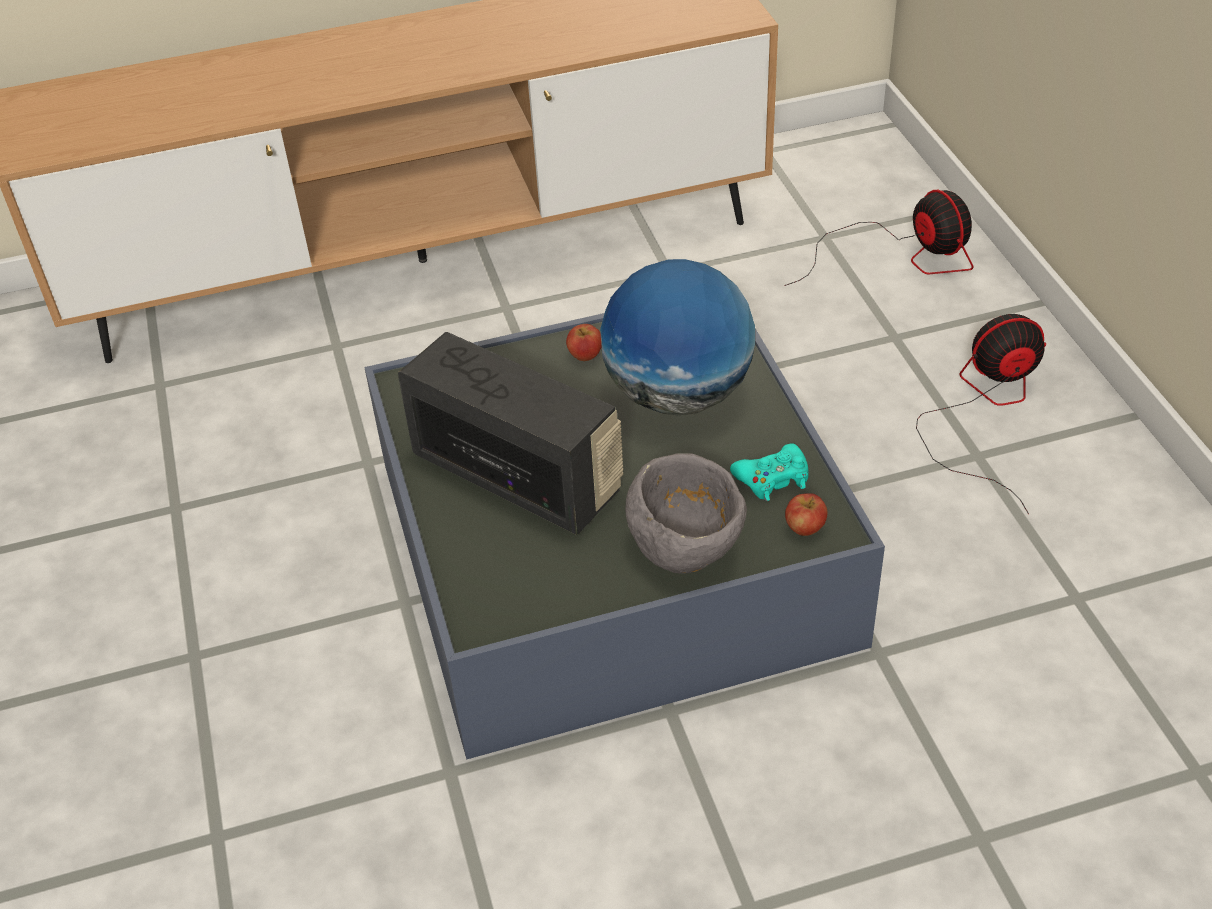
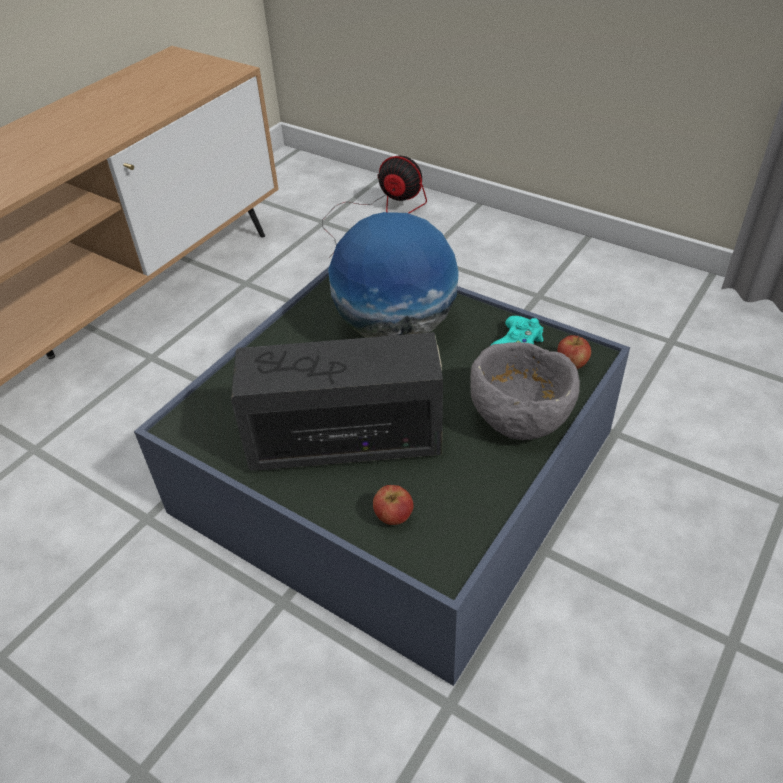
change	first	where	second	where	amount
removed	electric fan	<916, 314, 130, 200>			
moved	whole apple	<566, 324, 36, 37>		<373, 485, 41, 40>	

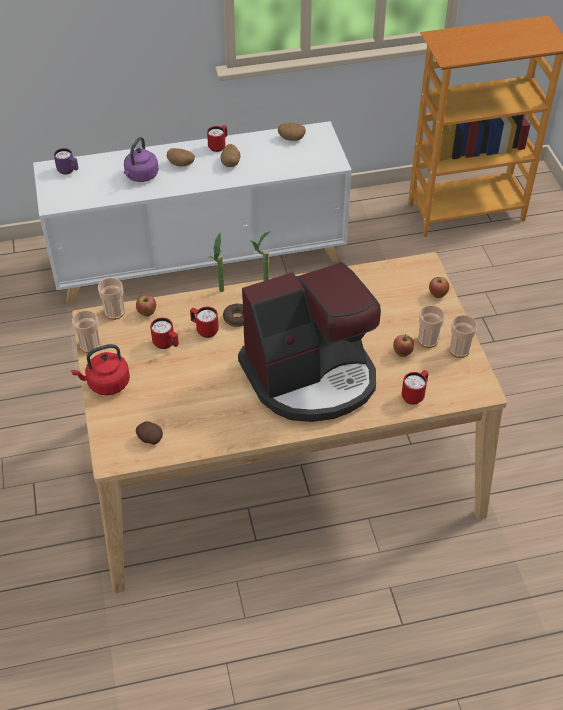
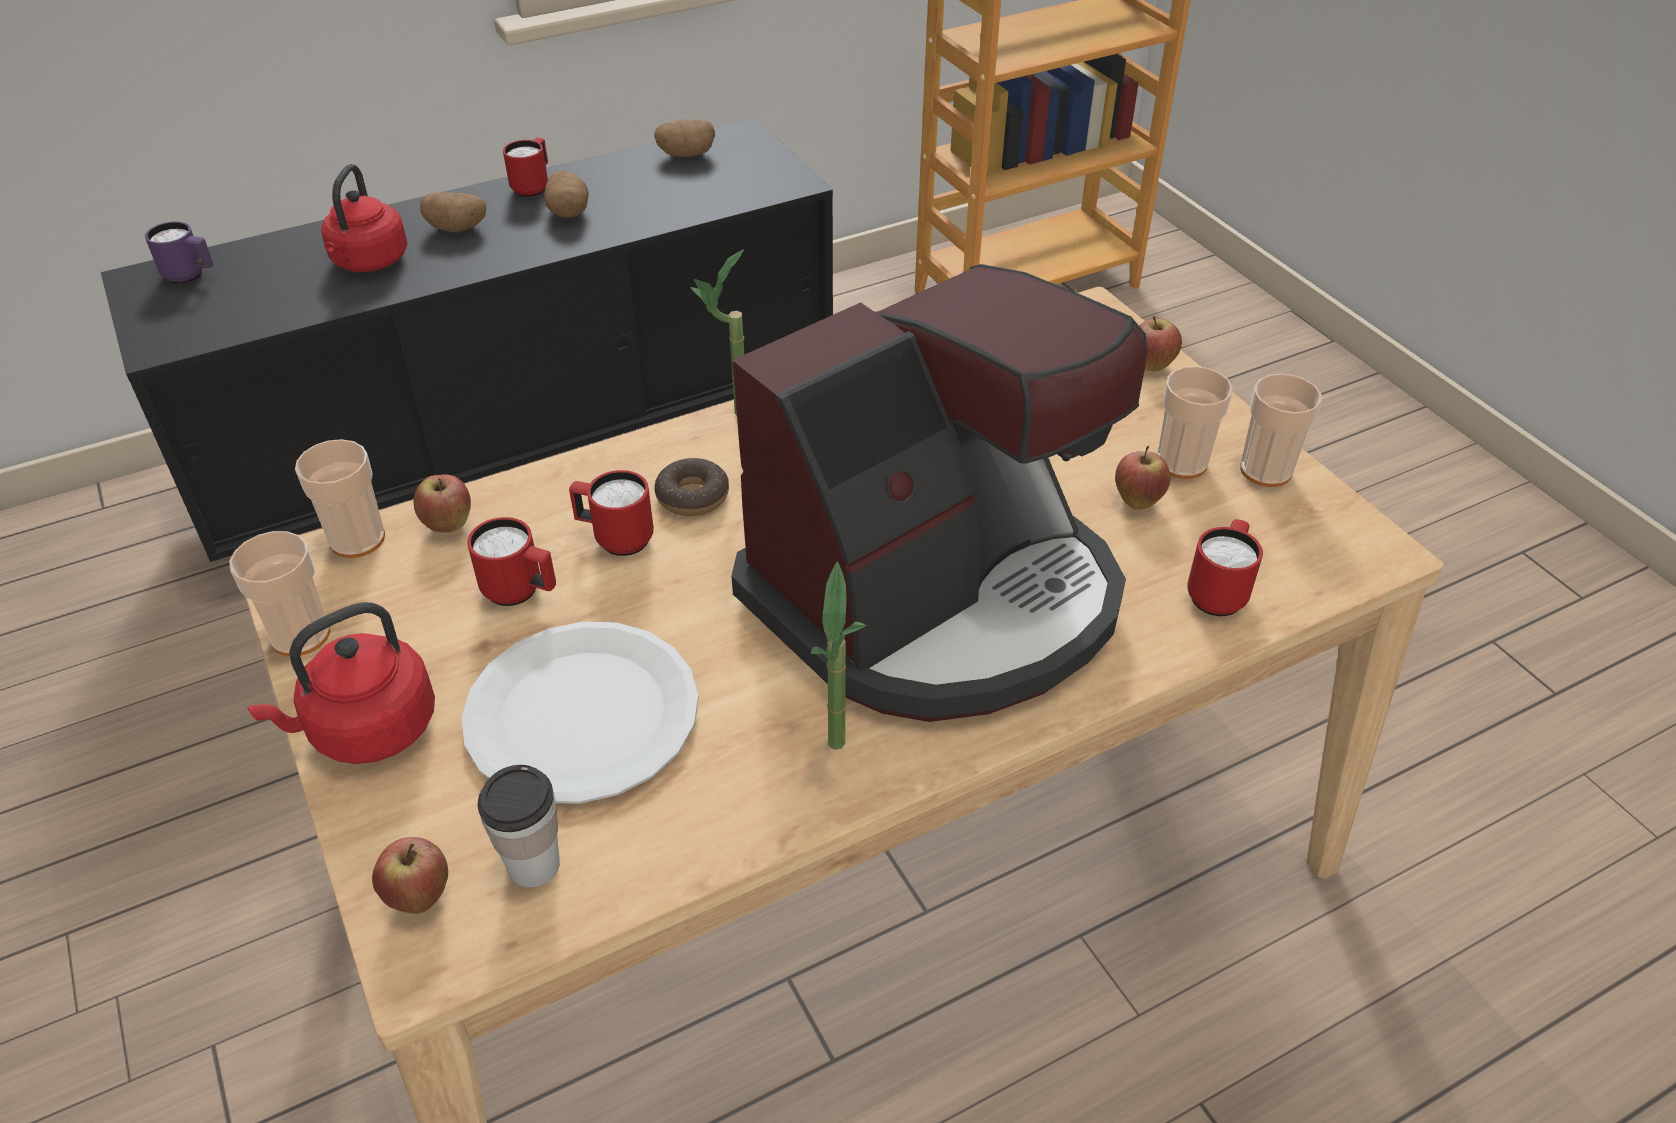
change	first	where	second	where	amount
added			whole apple	<372, 837, 76, 77>	
added			flat dish (white)	<461, 622, 238, 182>	
moved	houseplant	<208, 233, 16, 59>		<811, 561, 55, 189>	
replaced	potato	<136, 421, 27, 24>	small cup	<478, 765, 82, 122>	
recoloured	cabinet (white)	<33, 121, 319, 184>	cabinet (black)	<101, 118, 732, 444>	
recoloured	kettle (purplish)	<124, 137, 34, 45>	kettle (red-coloured)	<321, 164, 87, 108>	

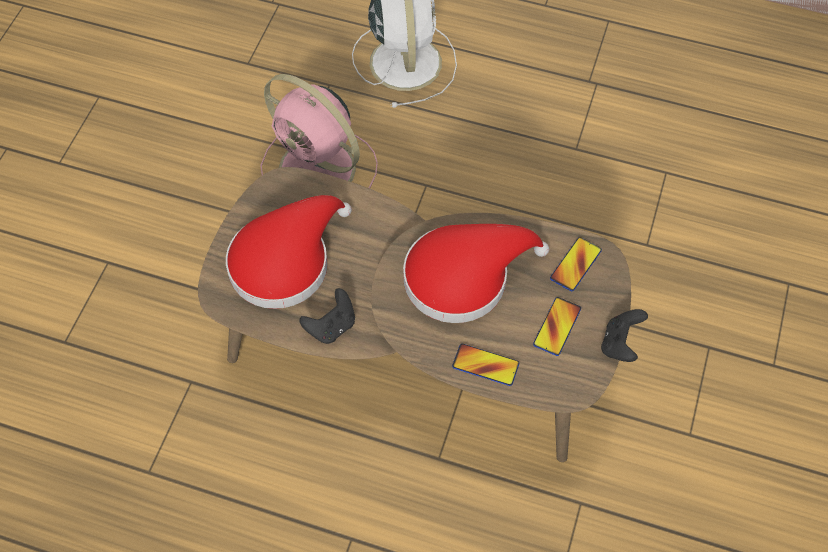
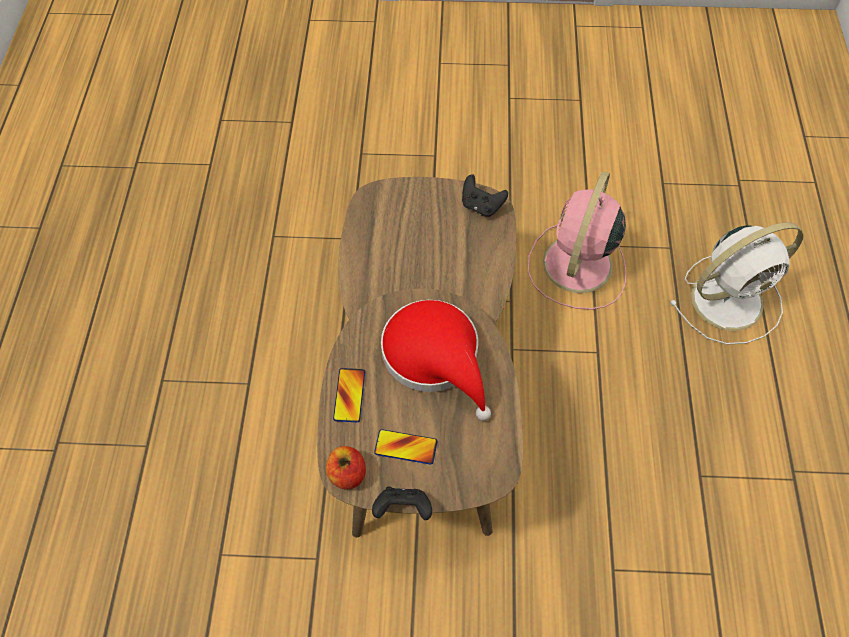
change	first	where	second	where	amount
removed	hat (red-coloured)	<226, 195, 126, 114>			
removed	handset	<550, 237, 52, 54>			
added			whole apple	<326, 446, 40, 44>	
moved	gamepad (black)	<299, 288, 56, 56>		<462, 174, 46, 43>	

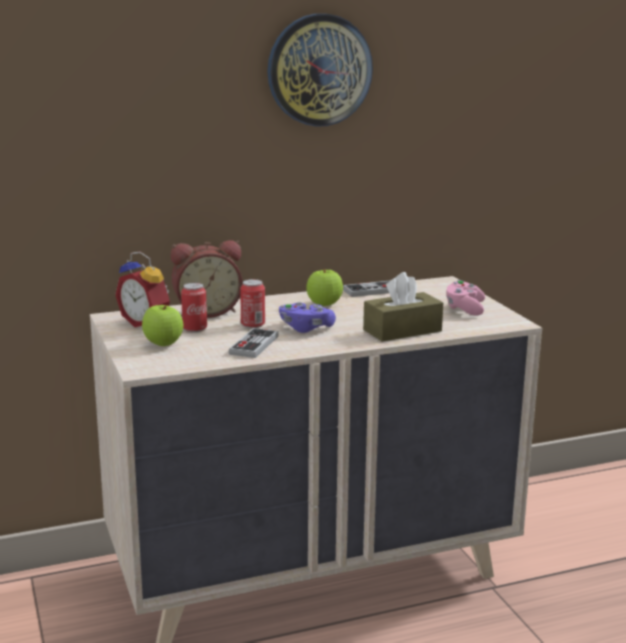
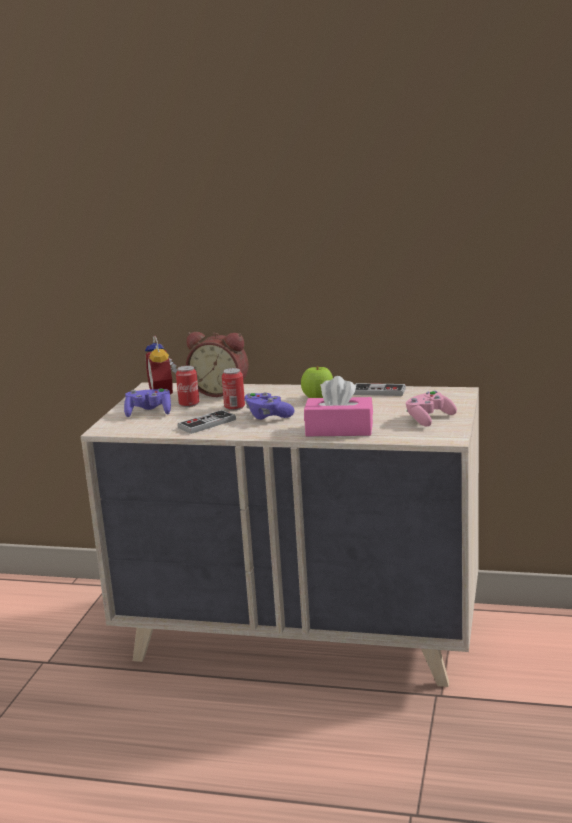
change	first	where	second	where	amount
removed	wall clock	<267, 14, 106, 113>			
replaced	whole apple	<142, 305, 41, 41>	gamepad (purplish)	<124, 388, 47, 29>	
recoloured	tissue box (brownish)	<363, 272, 80, 70>	tissue box (pinkish)	<304, 376, 69, 60>	

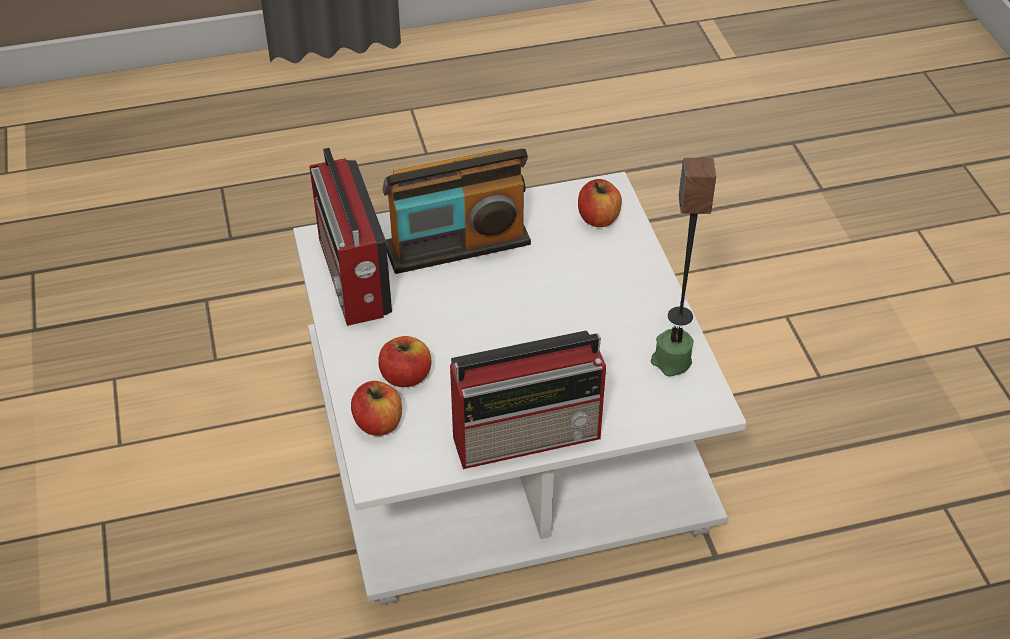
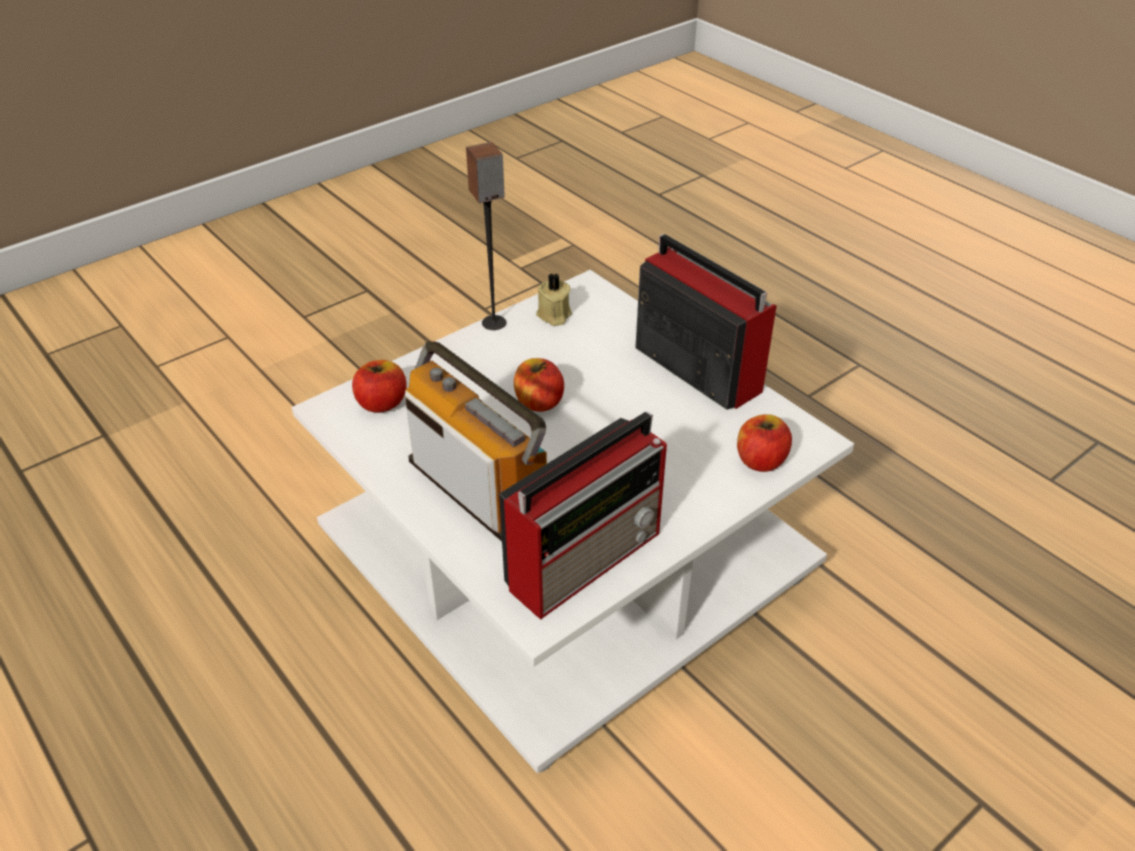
change	first	where	second	where	amount
moved	whole apple	<378, 336, 53, 51>		<514, 358, 50, 54>	
recoloured	wax light (green-coloured)	<651, 325, 43, 51>	wax light (sand-coloured)	<536, 273, 36, 53>	

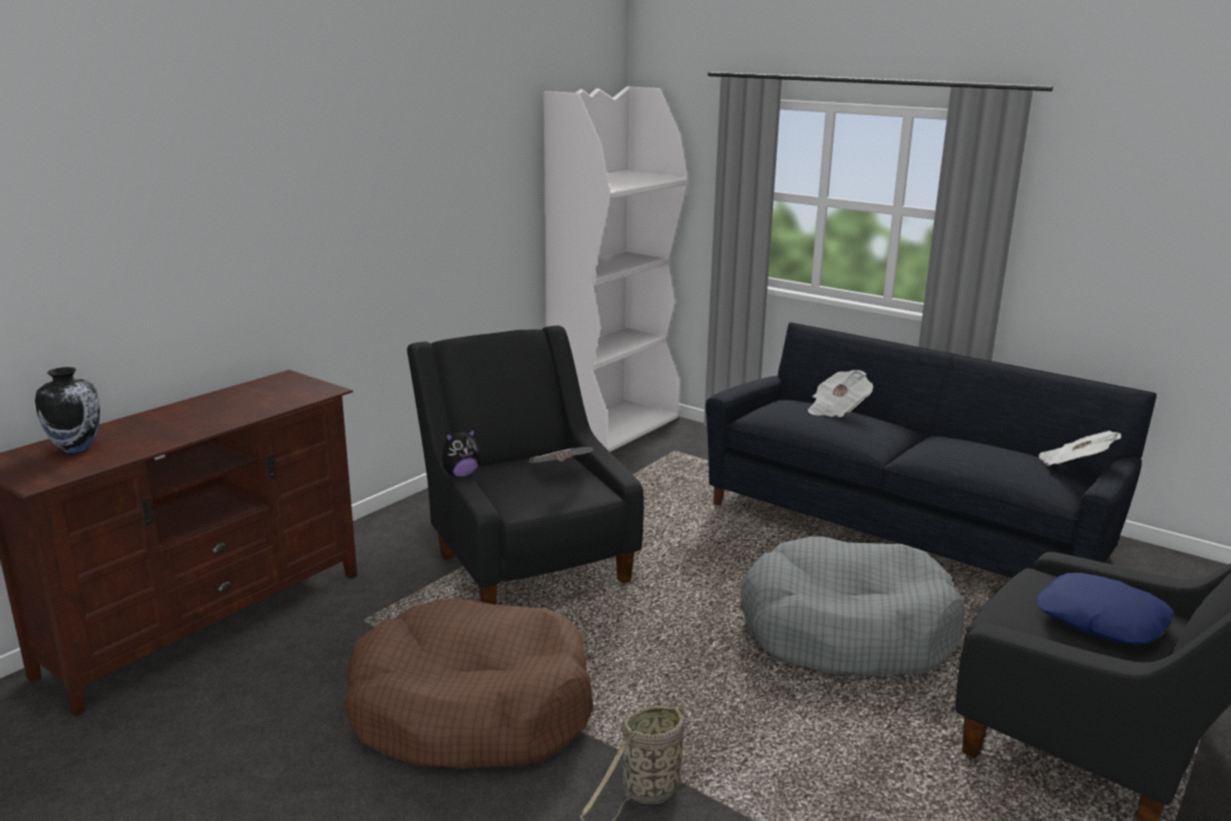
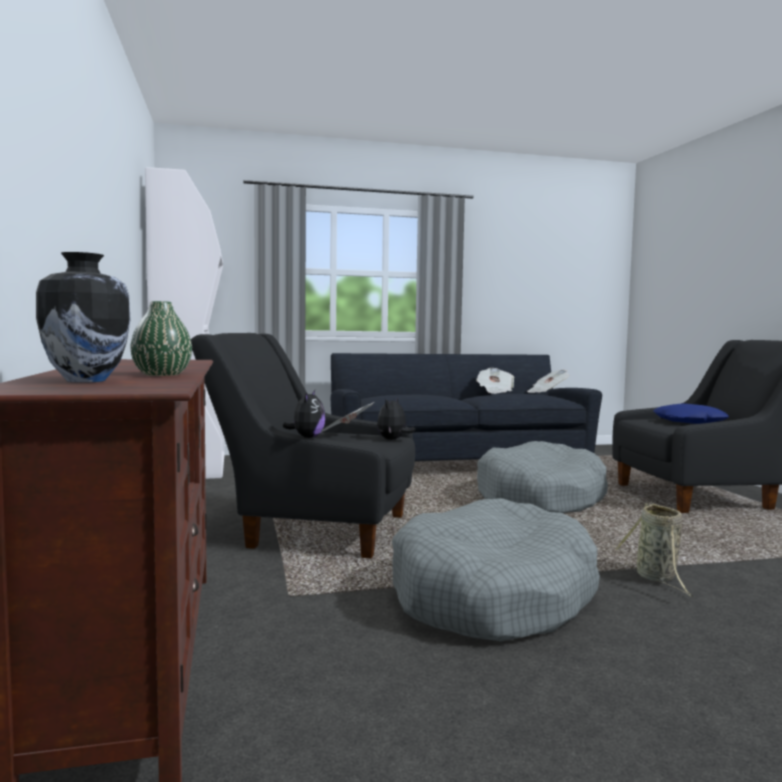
change	first	where	second	where	amount
added			decorative vase (green-coloured)	<130, 301, 62, 75>	
added			cuddly toy	<377, 397, 39, 43>	
moved	newspaper	<808, 370, 65, 47>		<476, 368, 38, 26>	
recoloured	pet bed (brownish)	<344, 599, 249, 170>	pet bed (gray)	<392, 498, 208, 143>	

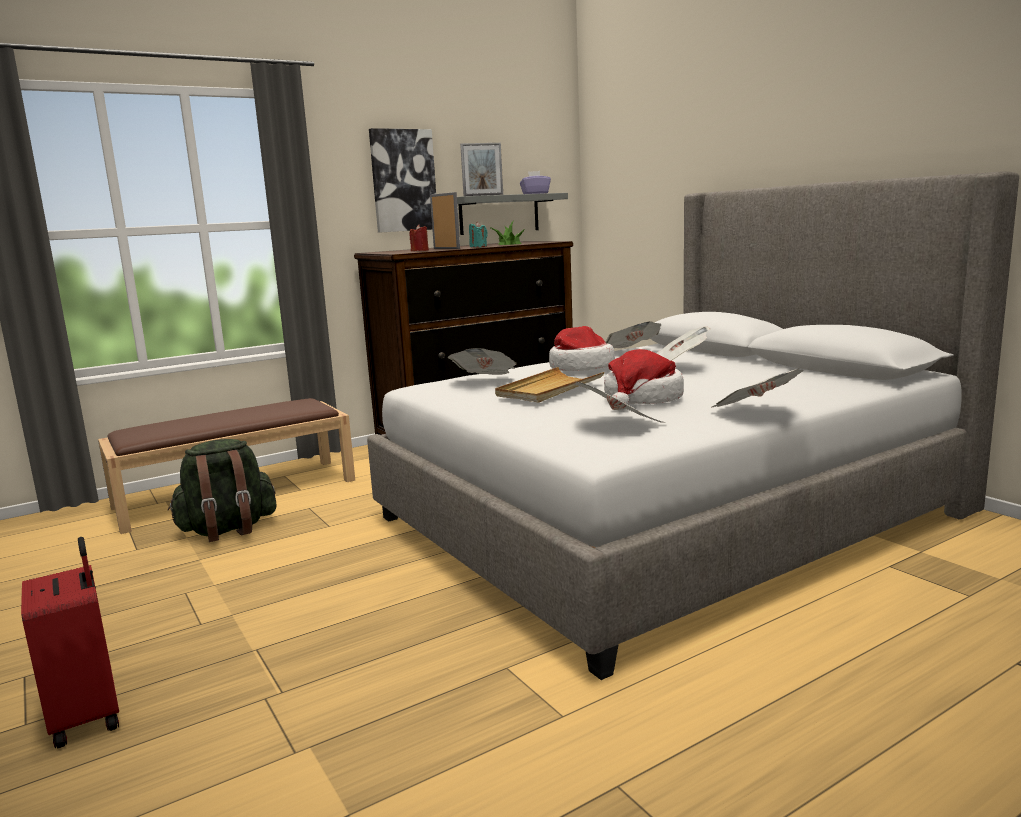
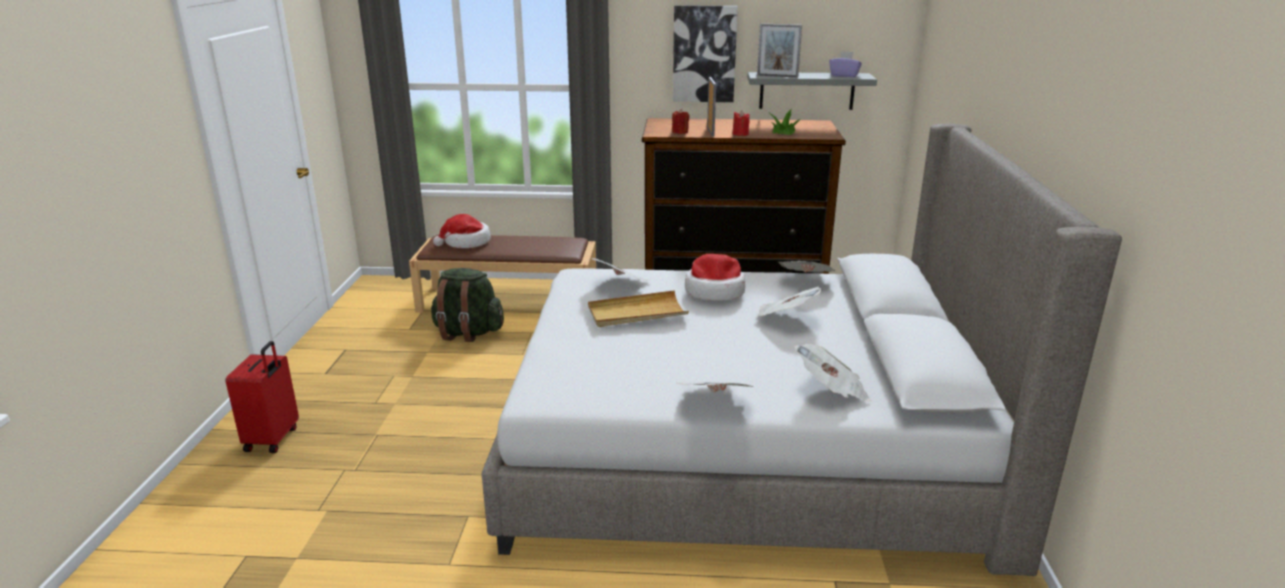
change	first	where	second	where	amount
moved	newspaper	<574, 382, 90, 41>		<795, 344, 76, 58>	
moved	hat	<604, 349, 80, 61>		<433, 214, 58, 34>	
recoloured	wax light (blue-green)	<469, 222, 19, 25>	wax light (red-coloured)	<732, 111, 18, 25>	

